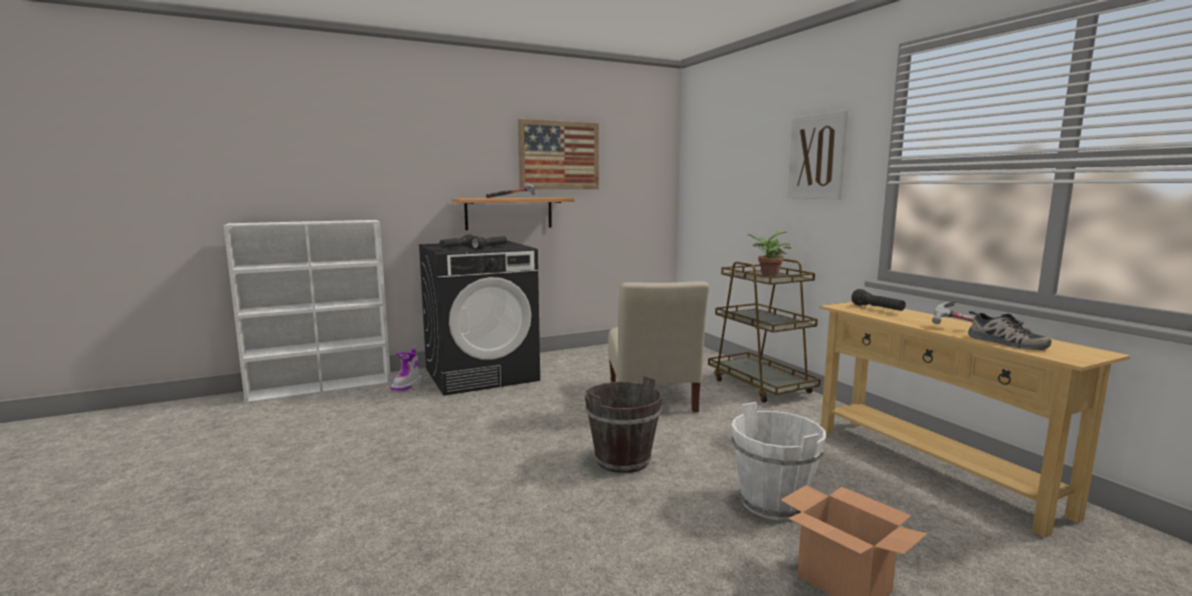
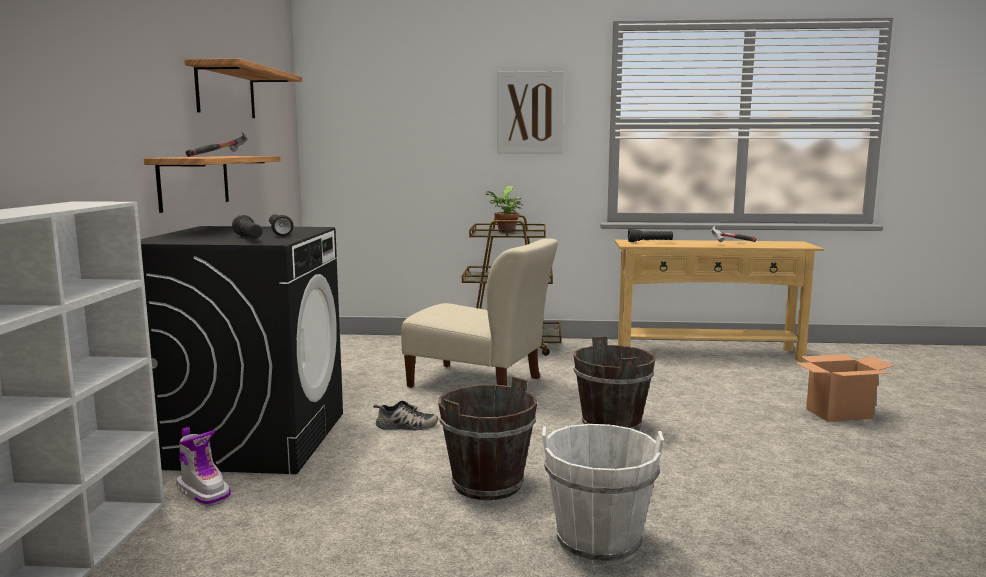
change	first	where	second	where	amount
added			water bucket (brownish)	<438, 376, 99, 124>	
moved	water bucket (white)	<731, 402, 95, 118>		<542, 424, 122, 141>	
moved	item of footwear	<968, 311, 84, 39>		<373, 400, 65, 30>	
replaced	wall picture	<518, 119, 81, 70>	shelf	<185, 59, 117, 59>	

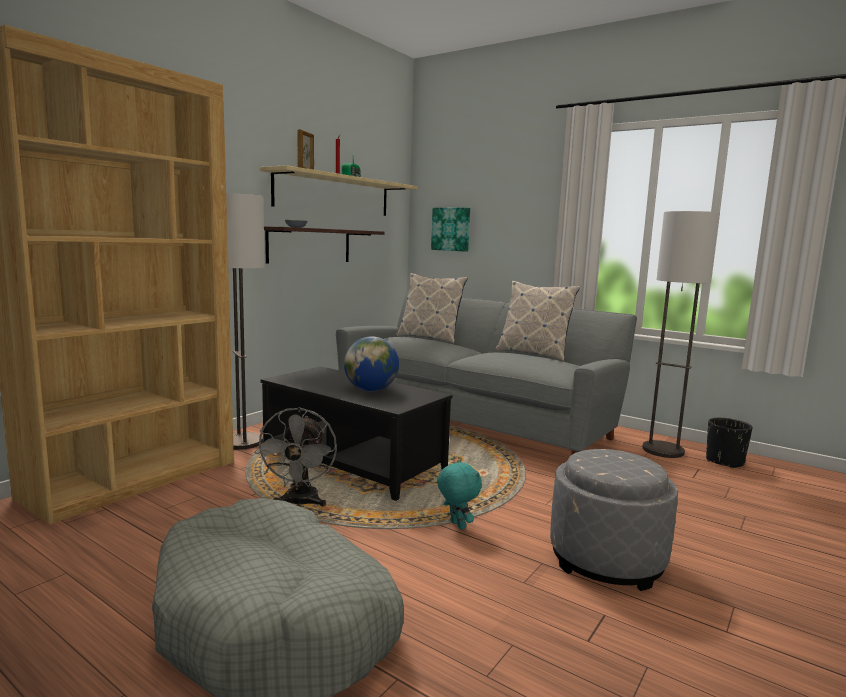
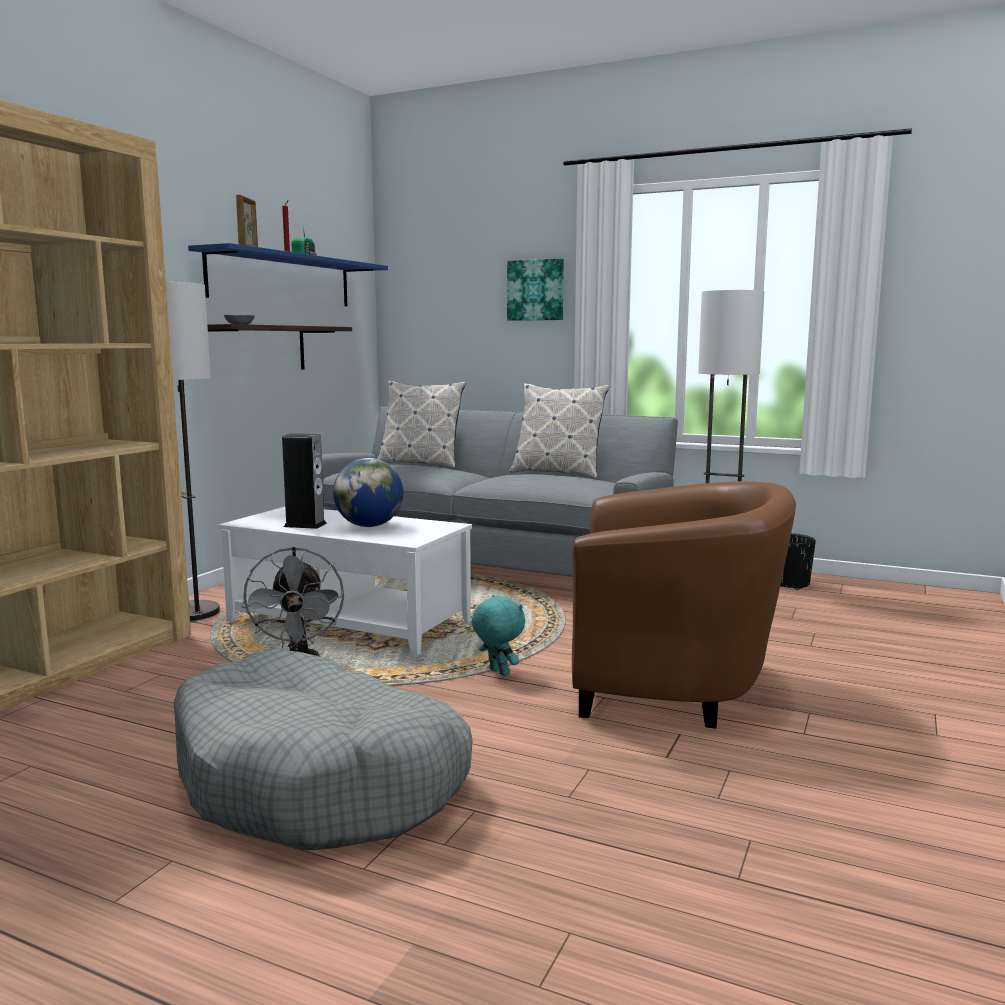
change	first	where	second	where	amount
added			loudspeaker	<282, 433, 45, 96>	
moved	wall picture	<431, 208, 39, 44>		<507, 258, 57, 63>	
replaced	footrest (gray)	<550, 449, 128, 142>	armchair (brownish)	<572, 481, 224, 248>	
recoloured	shelf (sand-coloured)	<260, 165, 157, 51>	shelf (blue-coloured)	<188, 243, 200, 63>	
recoloured	low table (black)	<261, 366, 192, 135>	low table (white)	<218, 507, 254, 148>	

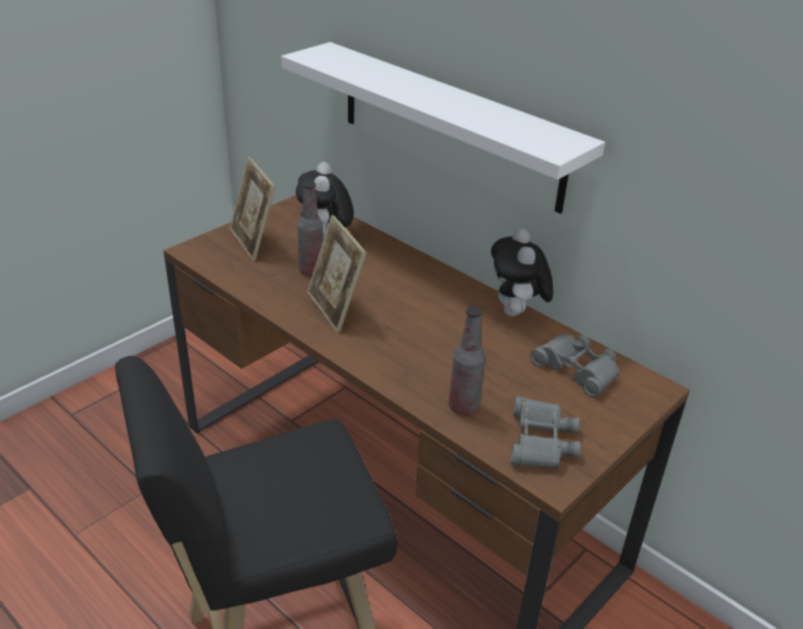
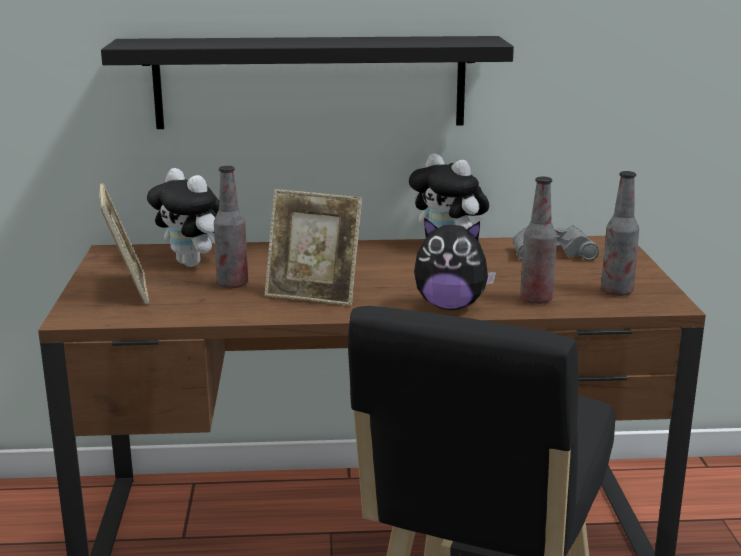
change	first	where	second	where	amount
added			cuddly toy	<414, 217, 82, 93>	
replaced	binoculars (gray)	<511, 397, 69, 71>	bottle	<601, 171, 38, 125>	
recoloured	shelf (white)	<281, 42, 324, 172>	shelf (black)	<101, 36, 413, 93>	
turned	photo frame	<229, 157, 46, 104>		<99, 183, 50, 121>	120 degrees counterclockwise

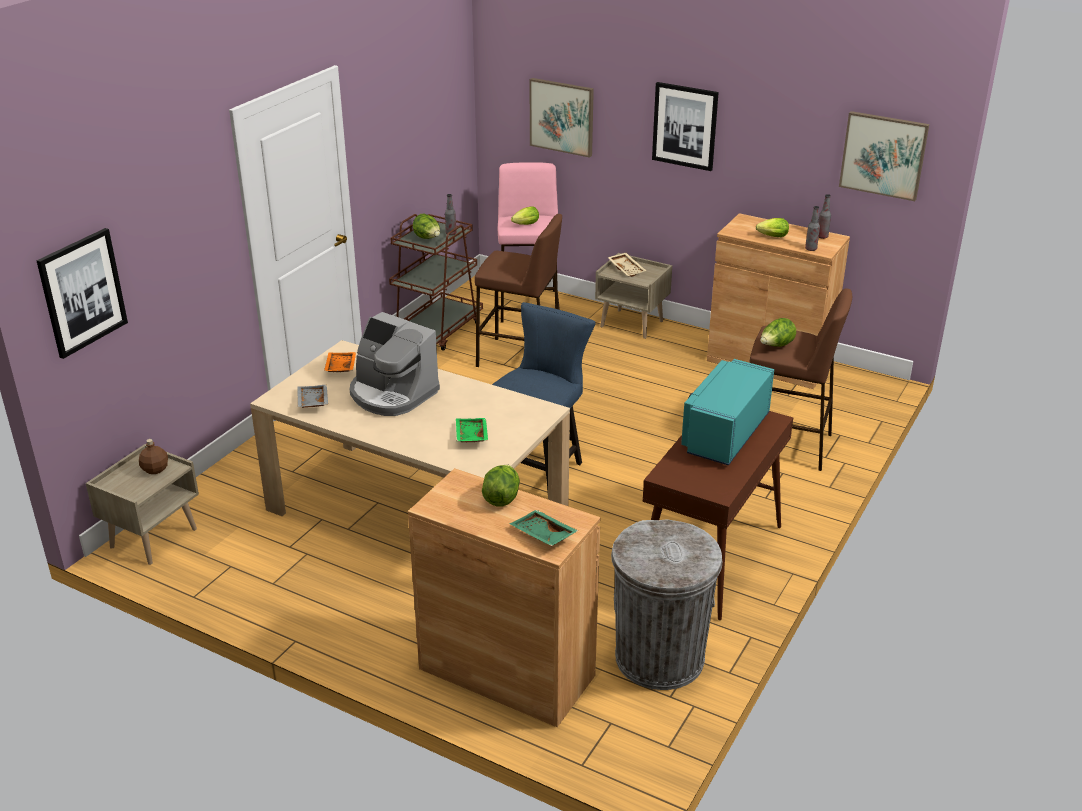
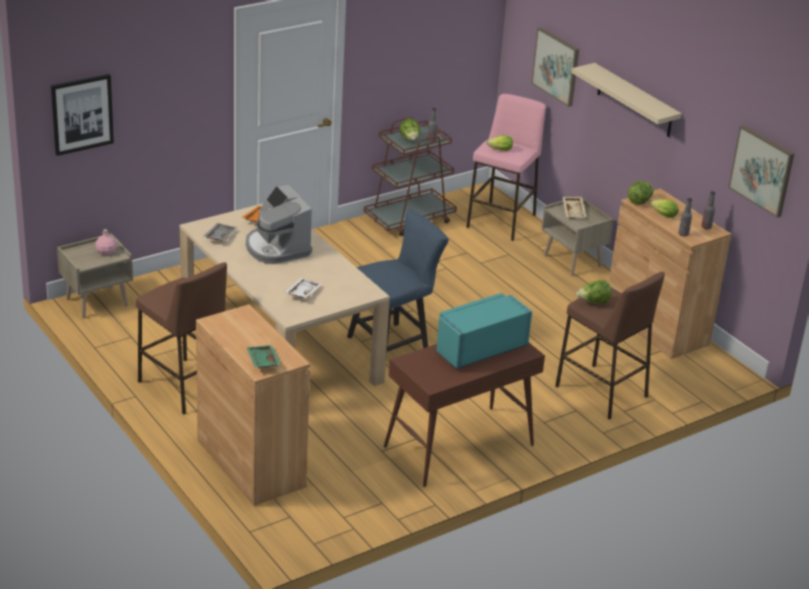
change	first	where	second	where	amount
removed	waste bin (gray)	<611, 519, 111, 171>			
moved	stool seat (brownish)	<474, 214, 88, 153>		<136, 262, 91, 152>	
moved	lettuce	<482, 465, 38, 42>		<627, 181, 26, 24>	
replaced	wall picture	<652, 82, 67, 89>	shelf (sand-coloured)	<572, 63, 110, 74>	
recoloured	bottle (brownish)	<139, 439, 29, 35>	bottle (pinkish)	<95, 229, 22, 27>	
recoloured	serving tray (green-coloured)	<456, 418, 32, 24>	serving tray (white)	<285, 277, 37, 21>	

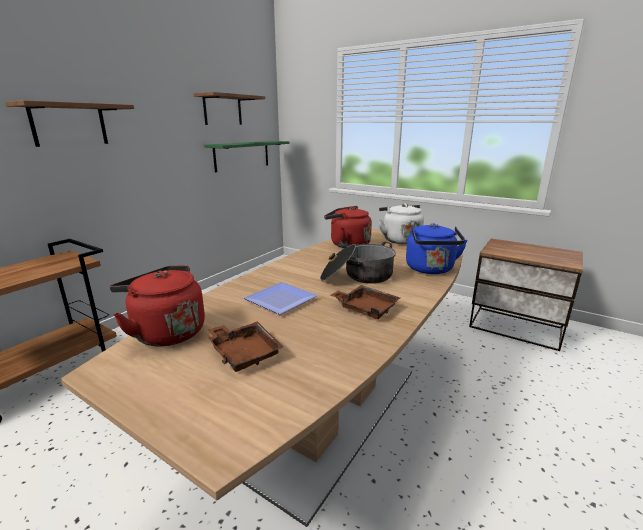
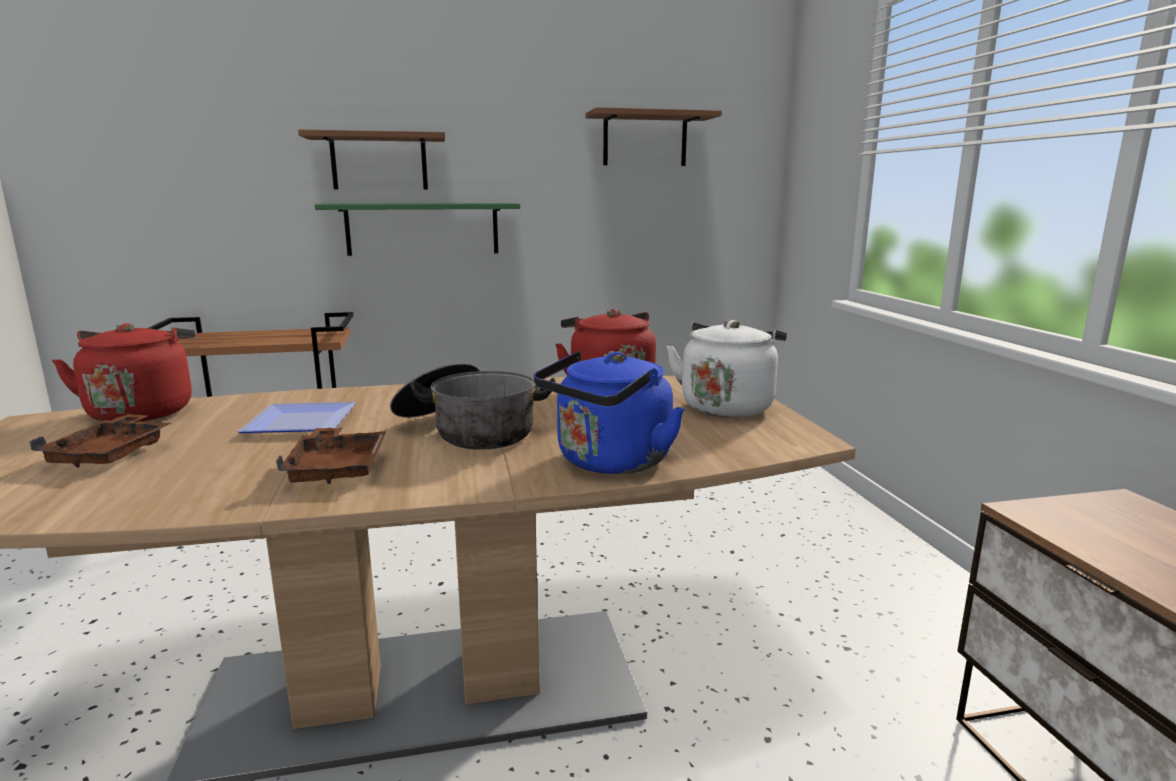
change	first	where	second	where	amount
moved	shelf (green-coloured)	<204, 141, 85, 31>		<315, 203, 205, 53>	

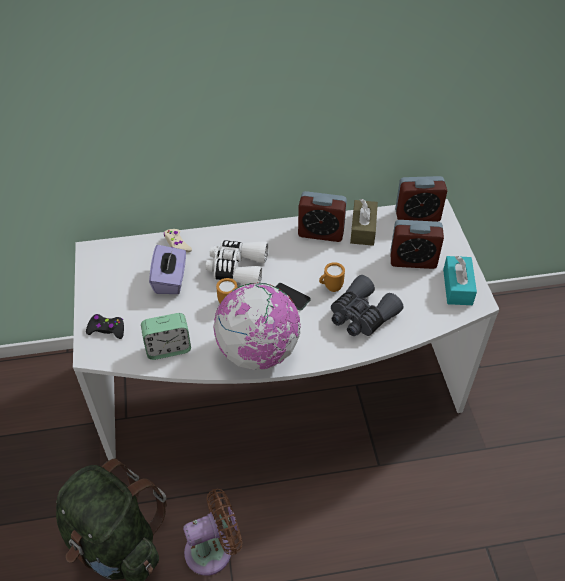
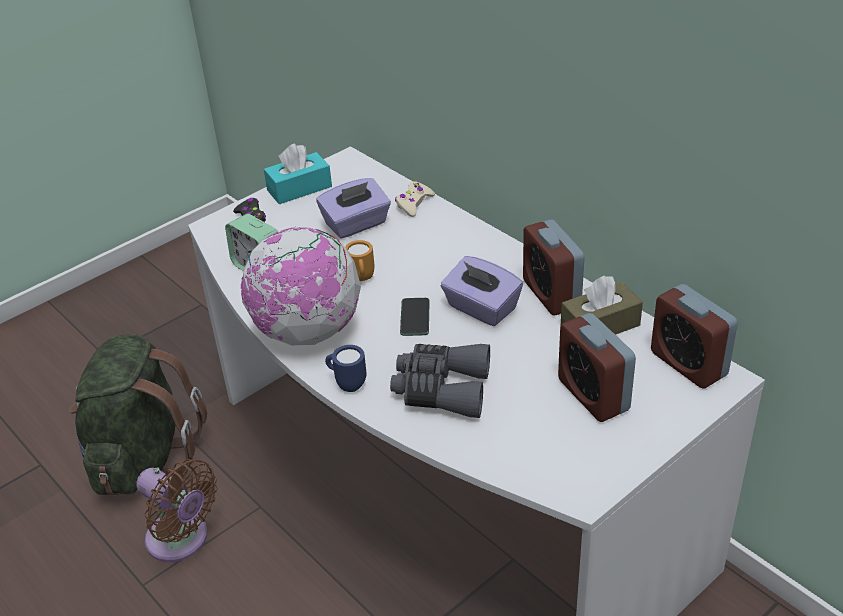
change	first	where	second	where	amount
removed	binoculars (white)	<205, 240, 63, 45>			
removed	coffee mug (orangey)	<319, 262, 26, 30>			
added			coffee mug (blue-coloured)	<325, 345, 41, 47>	
added			tissue box (purplish)	<441, 256, 82, 70>	
moved	tissue box (blue-green)	<443, 256, 34, 49>		<264, 144, 68, 60>	

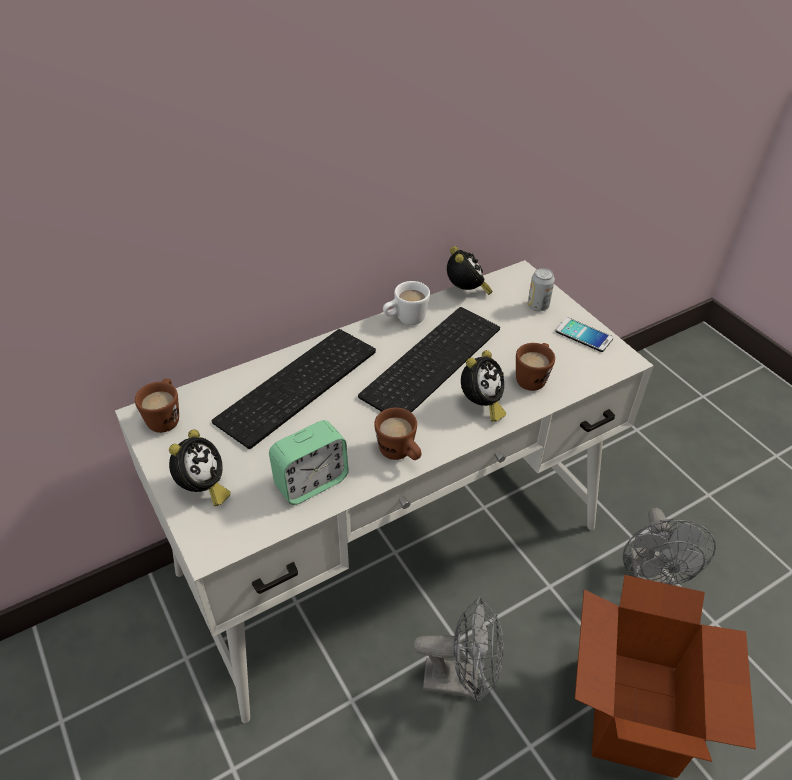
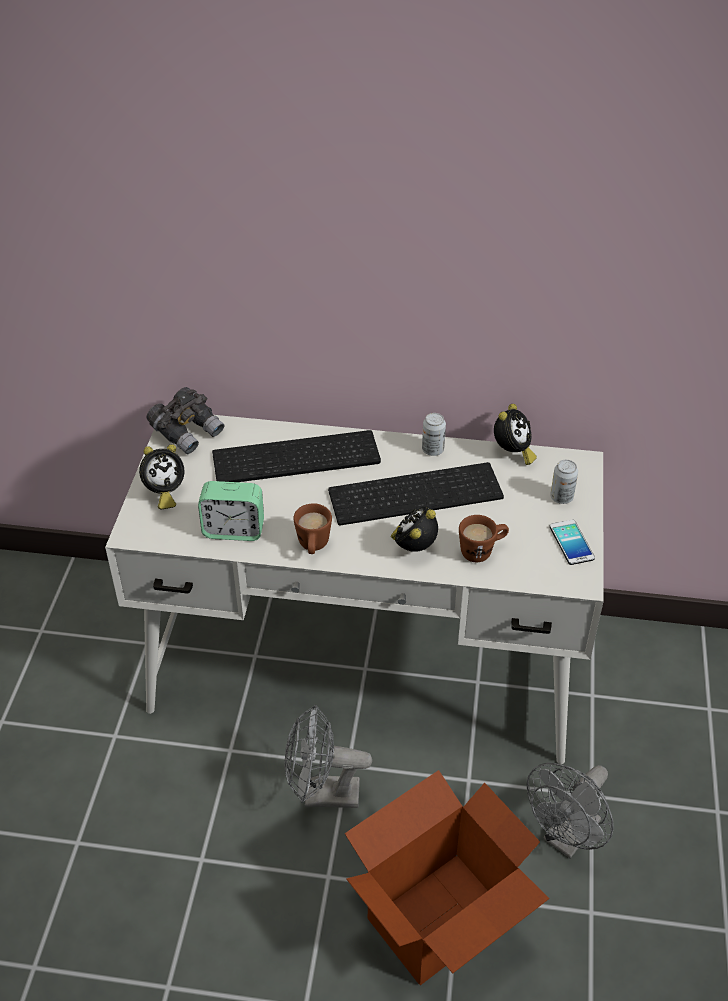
change	first	where	second	where	amount
replaced	coffee mug (brownish)	<135, 379, 44, 54>	binoculars (gray)	<146, 387, 78, 67>	
replaced	coffee mug (white)	<383, 281, 47, 44>	metal can	<422, 413, 24, 43>	
turned	electric fan (gray)	<413, 597, 91, 106>		<284, 705, 88, 103>	135 degrees clockwise
turned	bedside clock	<461, 350, 45, 72>		<391, 507, 47, 45>	135 degrees clockwise

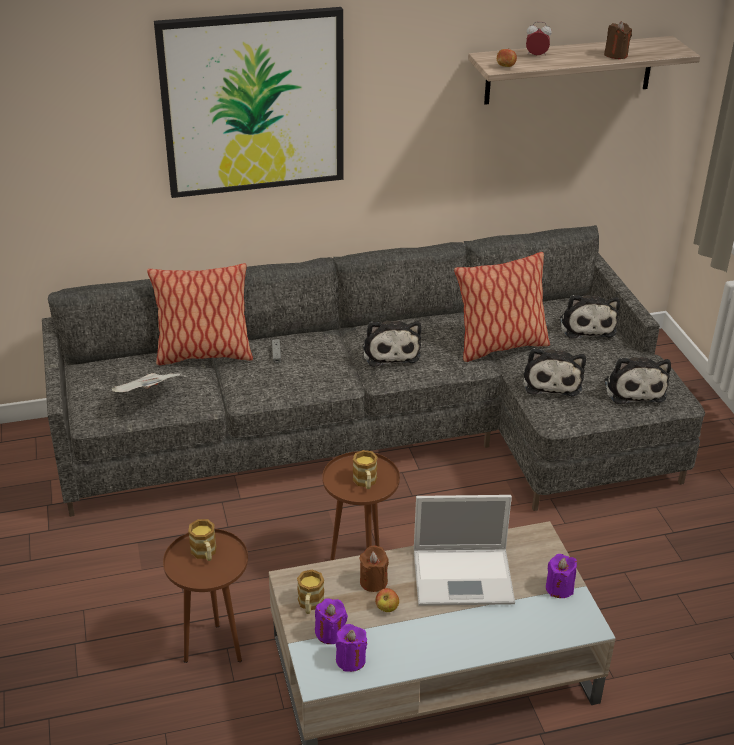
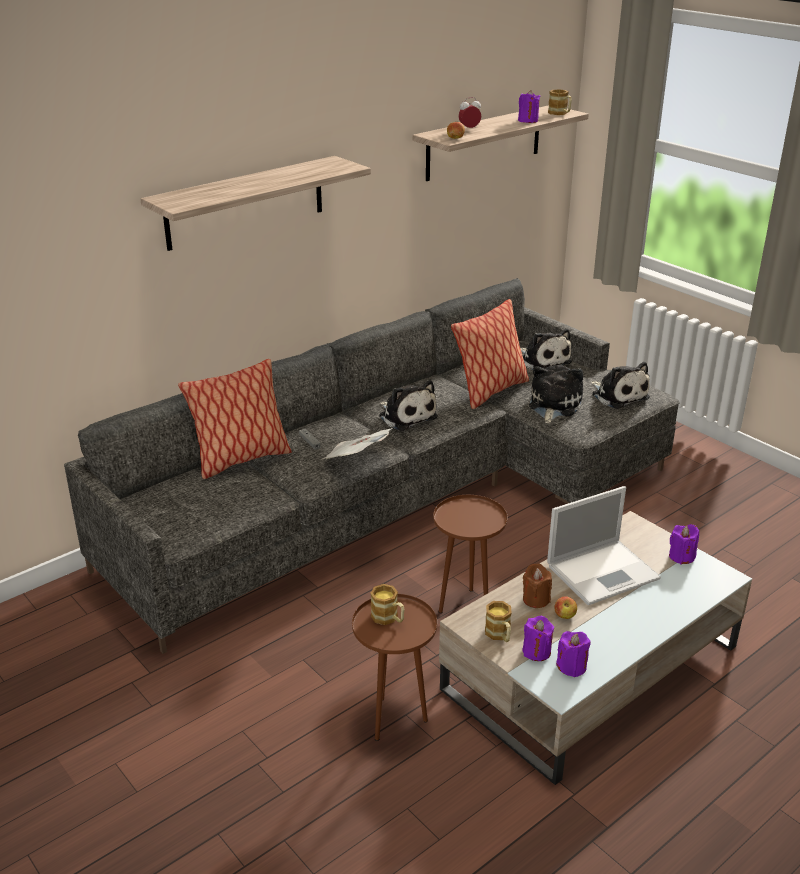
change	first	where	second	where	amount
moved	newspaper	<112, 373, 69, 19>		<321, 428, 72, 32>	
moved	coffee mug	<353, 450, 24, 39>		<548, 89, 24, 26>	
replaced	wall picture	<154, 7, 190, 191>	shelf	<140, 156, 231, 95>	
recoloured	wax light (brownish)	<604, 21, 28, 38>	wax light (purplish)	<518, 90, 22, 33>	
turned	cuddly toy	<523, 348, 63, 48>		<529, 365, 54, 59>	135 degrees counterclockwise

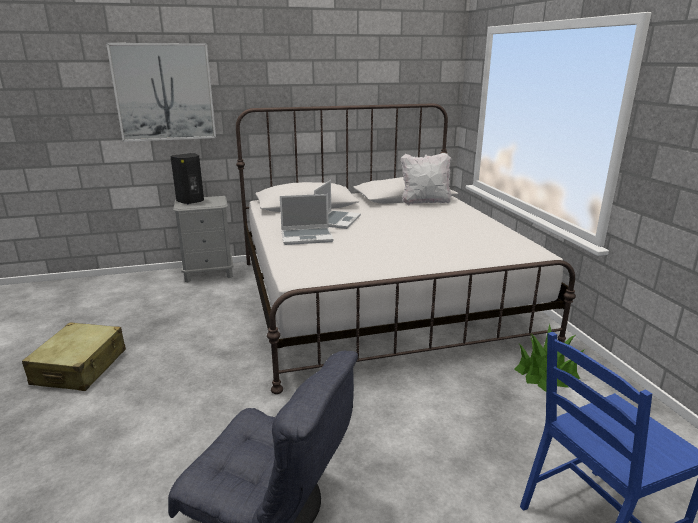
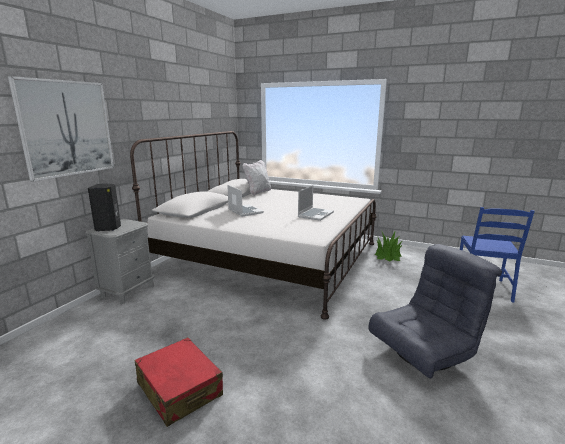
change	first	where	second	where	amount
moved	notebook computer	<280, 194, 54, 51>		<298, 185, 36, 36>	
recoloured	travel case (sand-coloured)	<22, 322, 104, 69>	travel case (red-coloured)	<135, 337, 88, 90>	

